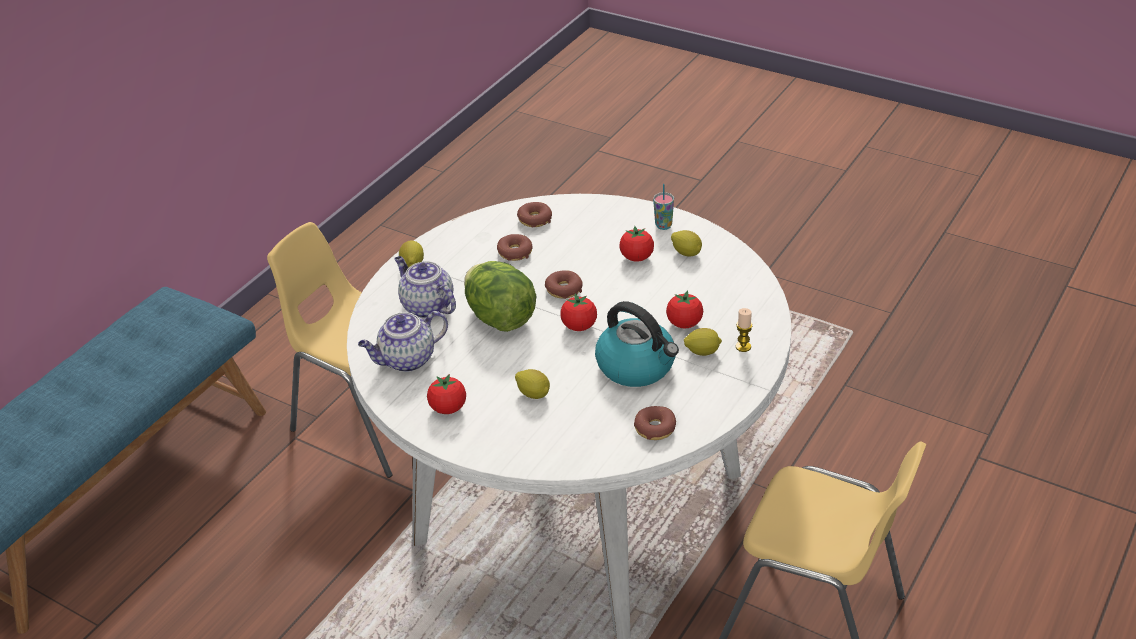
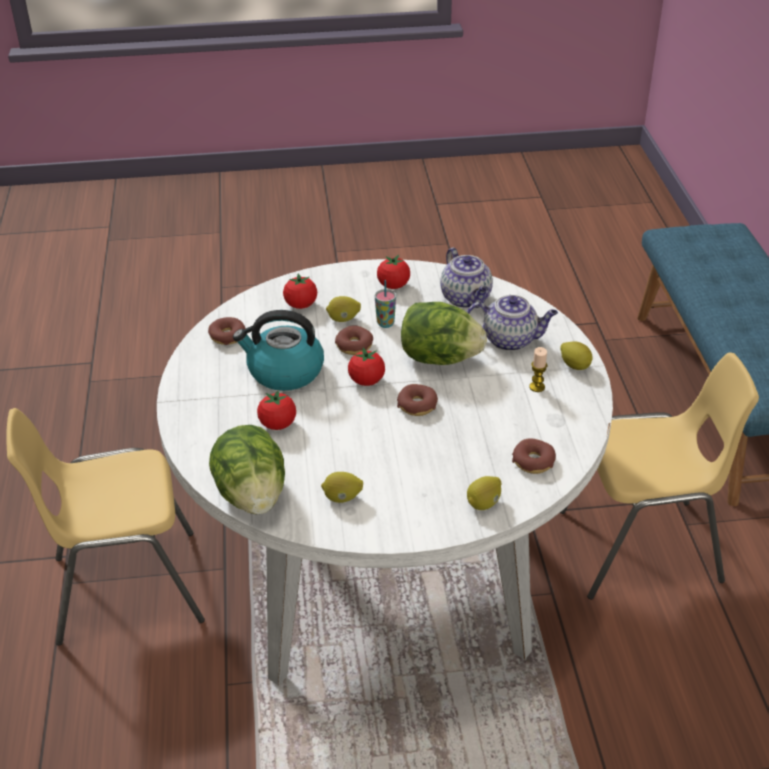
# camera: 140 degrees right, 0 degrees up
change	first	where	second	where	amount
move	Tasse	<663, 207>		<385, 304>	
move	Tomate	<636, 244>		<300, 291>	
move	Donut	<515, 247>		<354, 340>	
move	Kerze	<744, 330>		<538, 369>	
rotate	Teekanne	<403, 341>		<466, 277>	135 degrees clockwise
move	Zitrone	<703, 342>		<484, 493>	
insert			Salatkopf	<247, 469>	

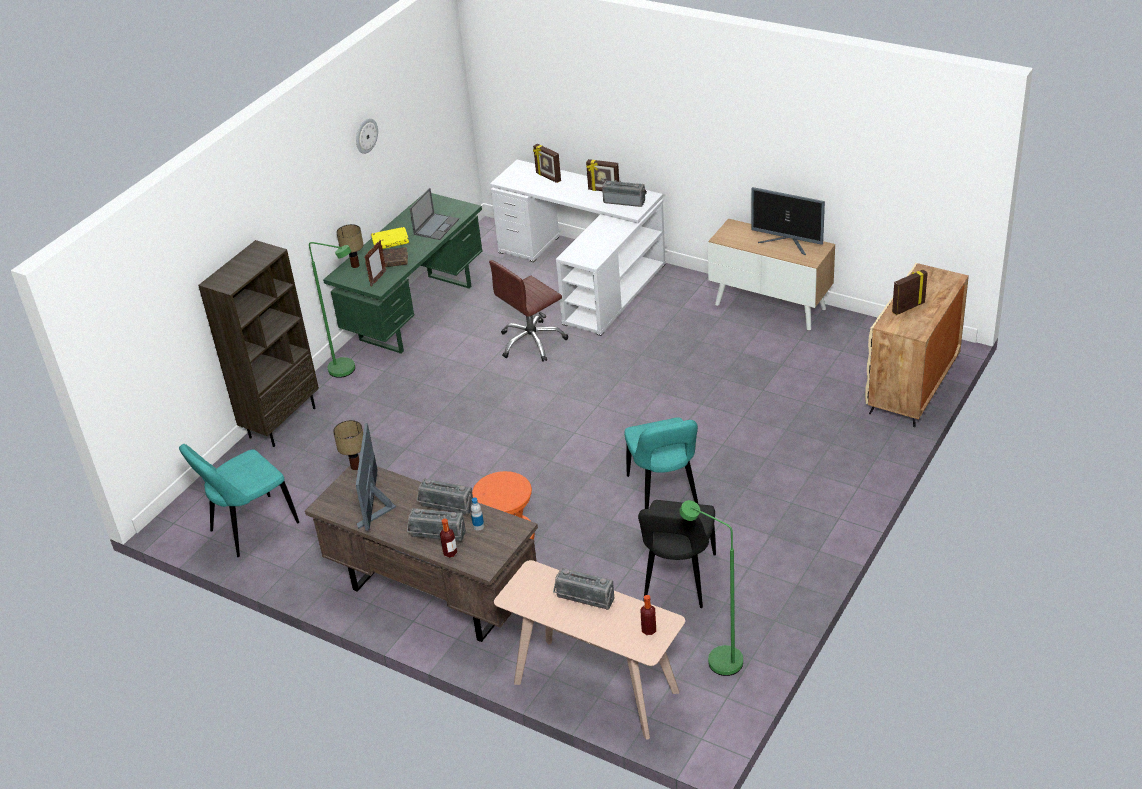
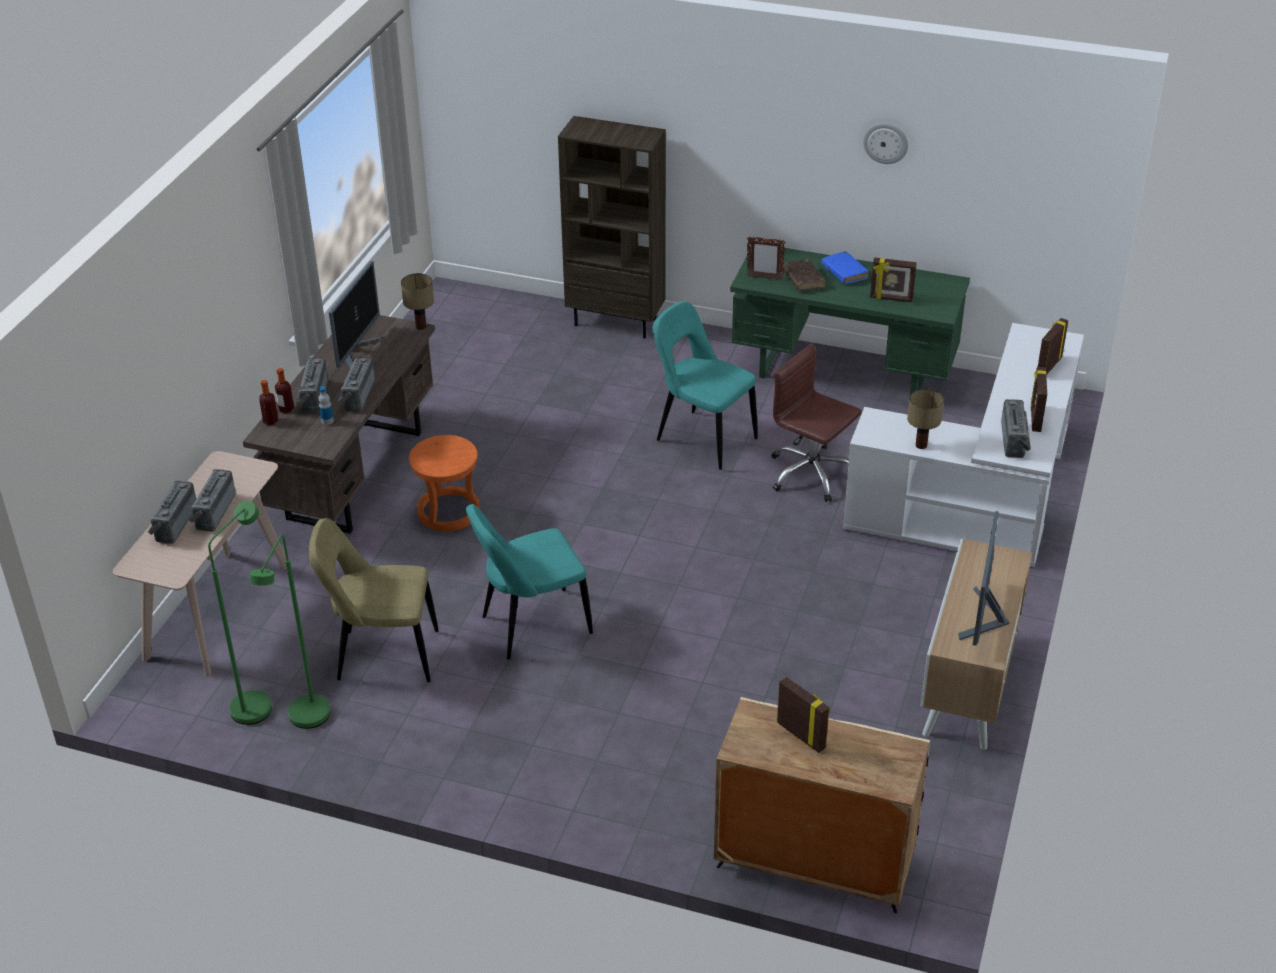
# camera: 75 degrees right, 0 degrees up
change	first	where	second	where	amount
replace	Laptop	<434, 214>	Bilderrahmen	<893, 280>	
move	Tischlampe	<350, 246>		<925, 419>	
recolor	Buch (gelb)	<390, 238>	Buch (blau)	<845, 267>	
move	Stehlampe (grün)	<332, 310>		<290, 631>	
rotate	Monitor	<376, 477>		<356, 315>	120 degrees clockwise
move	Stuhl (türkis)	<239, 500>		<705, 385>	
recolor	Stuhl (schwarz)	<677, 554>	Stuhl (beige)	<374, 600>	
move	Flasche	<648, 615>		<268, 402>	
insert			Radio	<172, 512>	

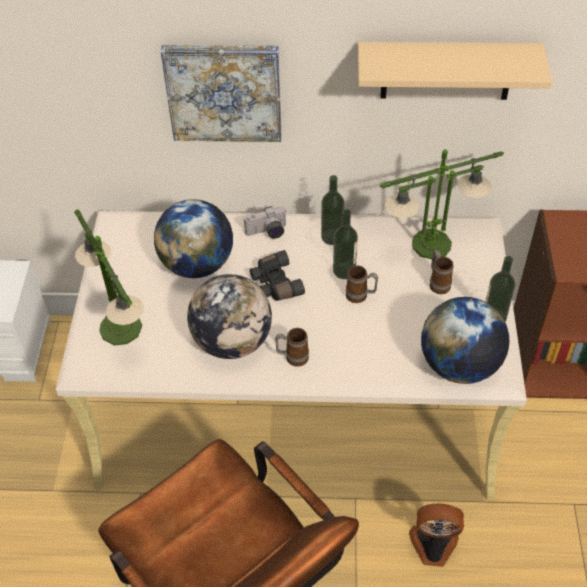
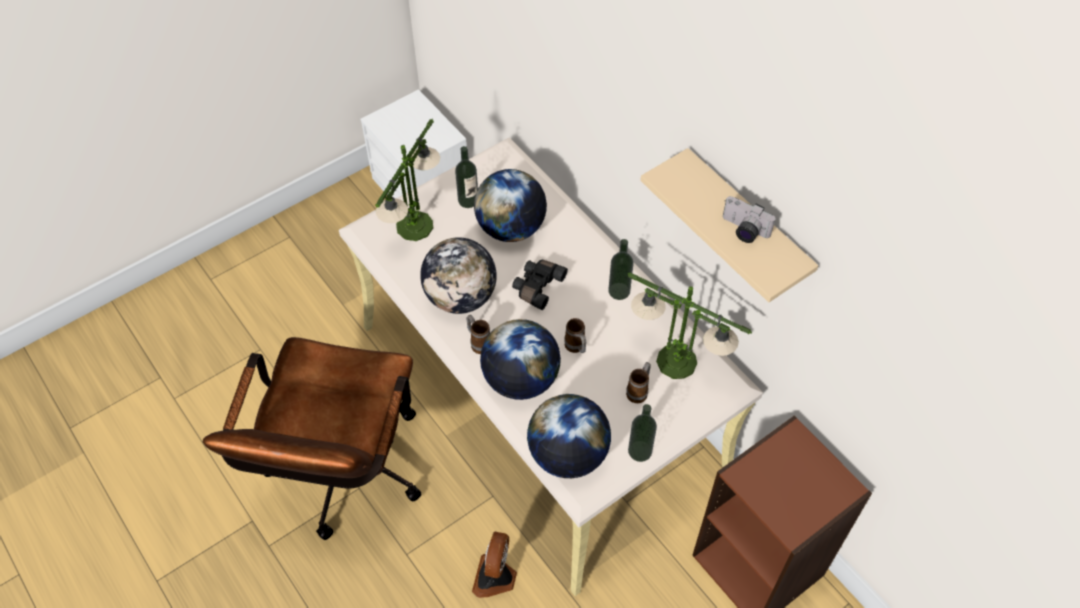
# camera: 50 degrees right, 5 degrees up
change	first	where	second	where	amount
delete	Bild	<220, 93>			
move	Kamera	<265, 222>		<749, 219>	
move	Flasche	<345, 244>		<466, 177>	
rotate	Ventilator	<436, 535>		<494, 565>	135 degrees counterclockwise
insert			Globus	<520, 359>	

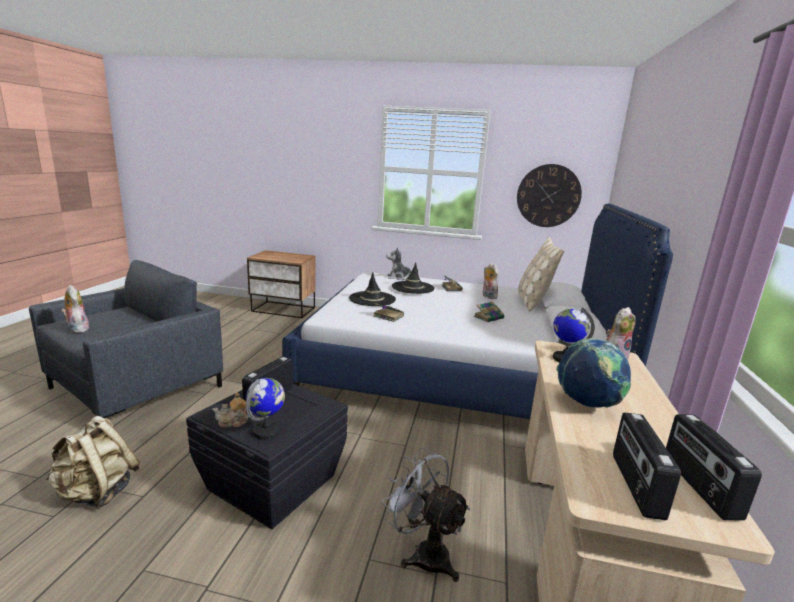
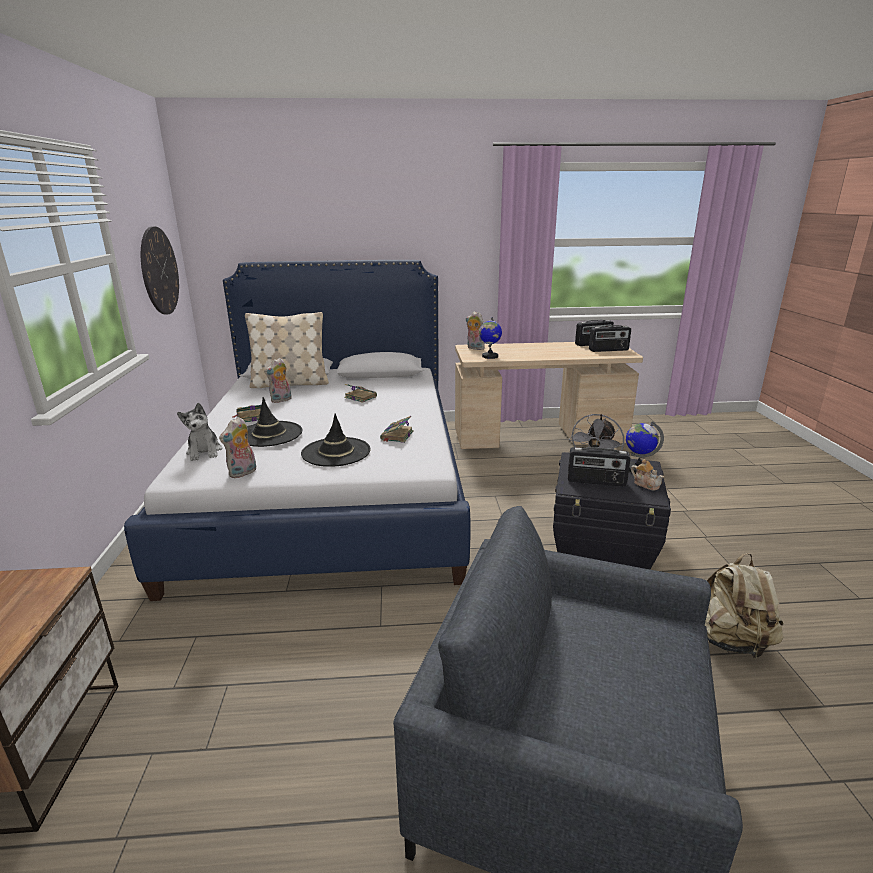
# camera: 105 degrees left, 5 degrees up
change	first	where	second	where	amount
move	Plüschtier	<75, 309>		<237, 447>	
delete	Globus	<593, 373>			

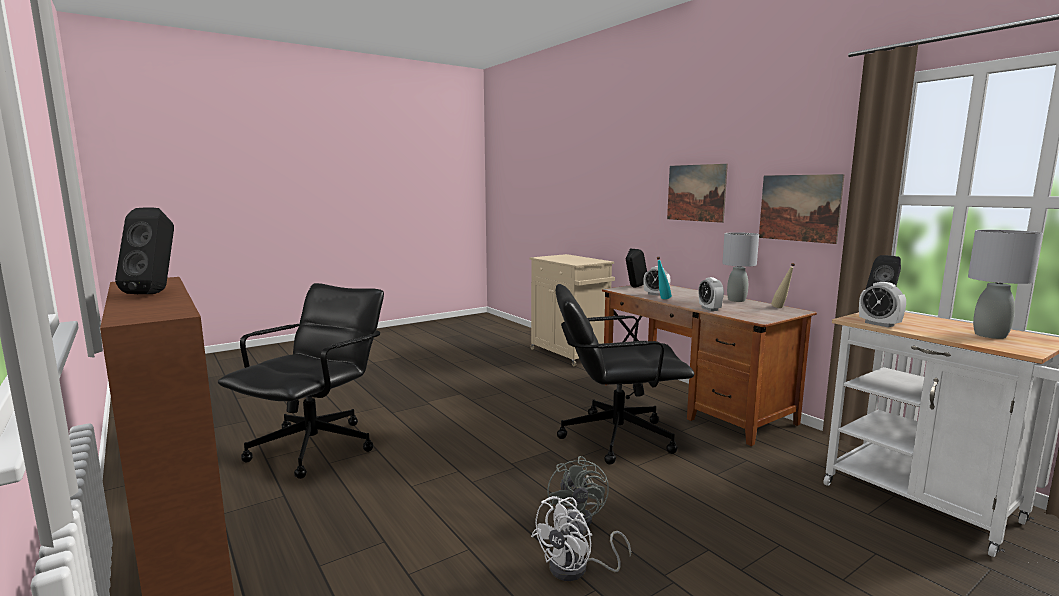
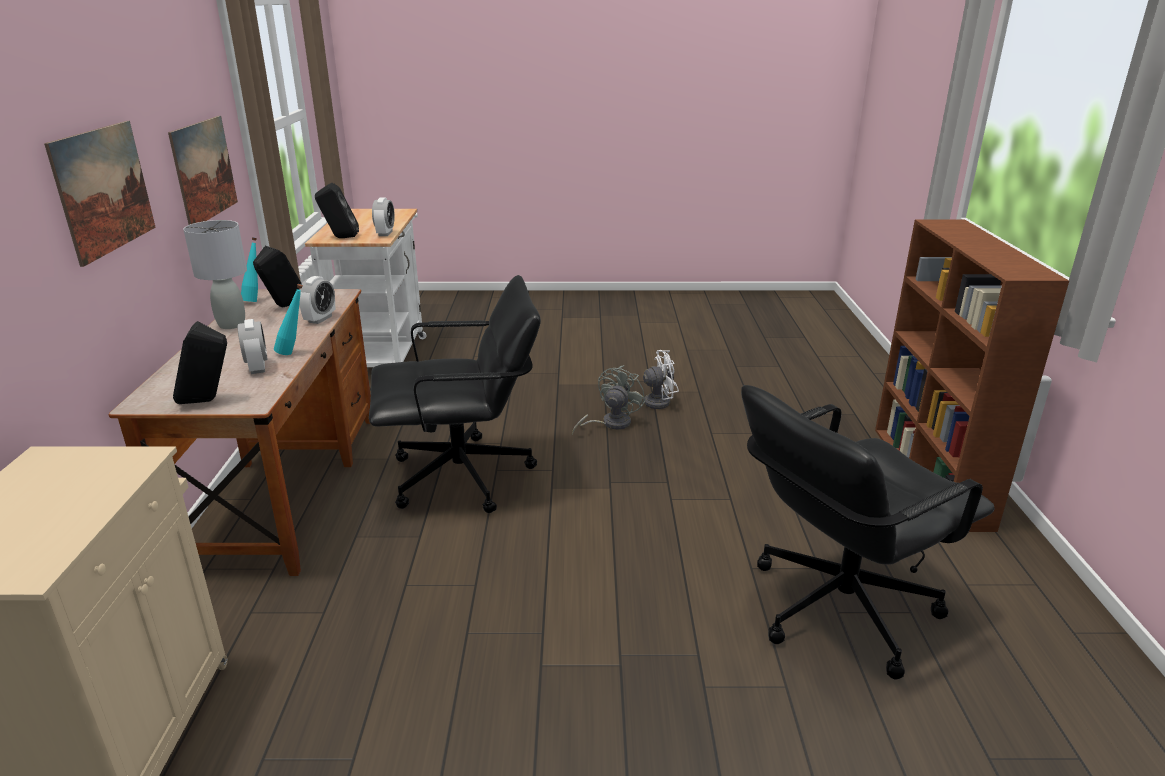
# camera: 145 degrees left, 15 degrees up
change	first	where	second	where	amount
move	Lautsprecher (schwarz)	<144, 250>		<277, 276>	
delete	Tischlampe (grau)	<1005, 284>			
recolor	Flasche (beige)	<783, 285>	Flasche (türkis)	<249, 270>	
rotate	Bürostuhl (schwarz)	<625, 374>		<455, 394>	45 degrees counterclockwise

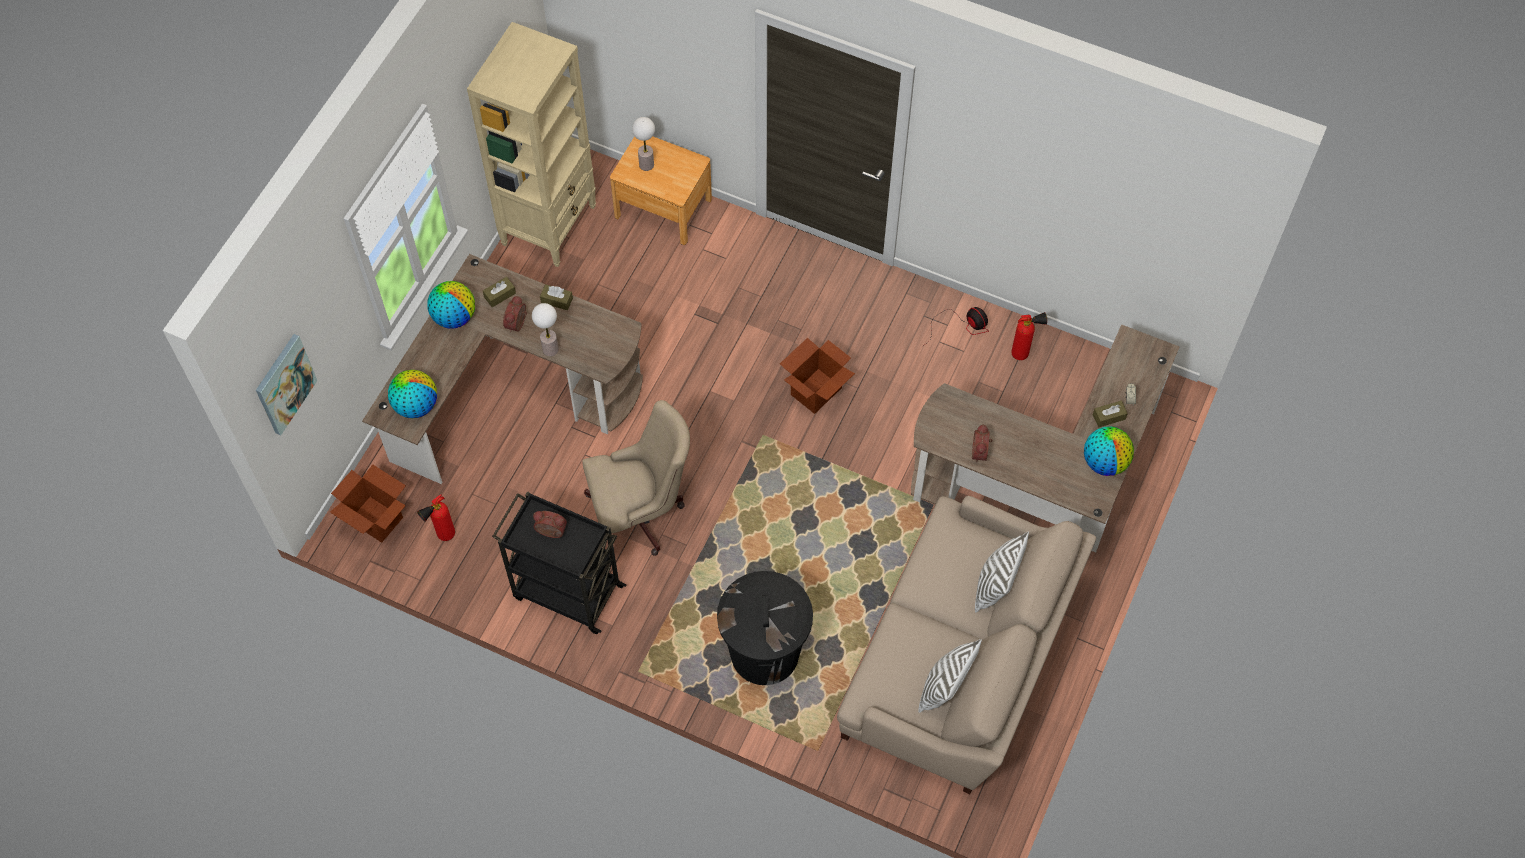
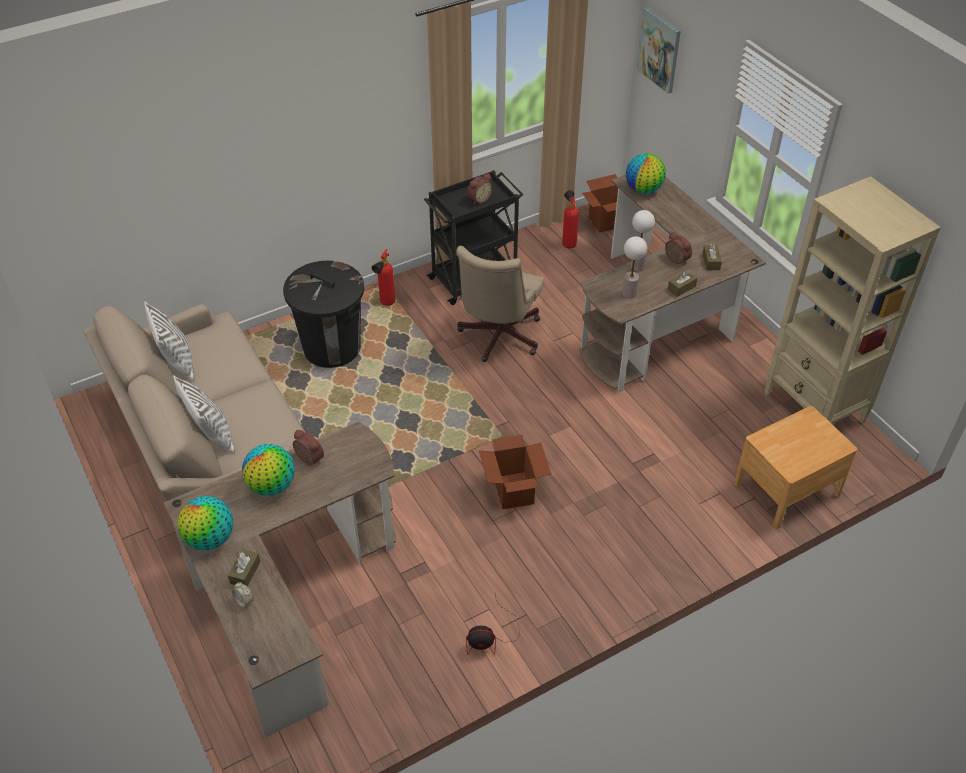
# camera: 125 degrees right, 15 degrees down
change	first	where	second	where	amount
move	Tischlampe	<643, 144>		<634, 267>	
move	Globus	<451, 305>		<268, 470>	
move	Feuerlöscher	<1029, 336>		<383, 277>	

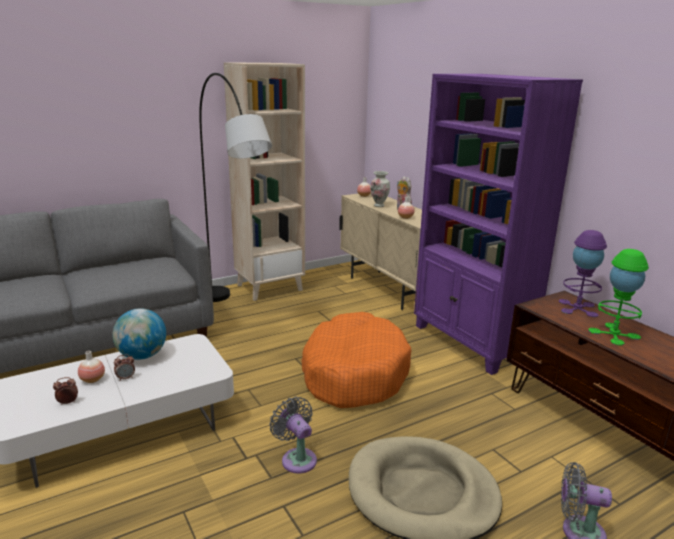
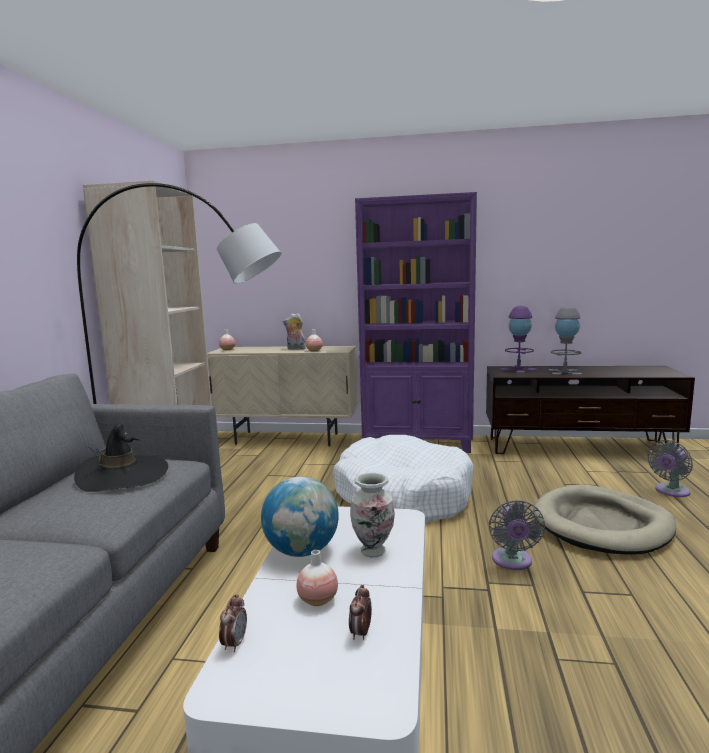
# camera: 50 degrees left, 10 degrees down
change	first	where	second	where	amount
move	Vase	<380, 189>		<372, 515>	
recolor	Tischlampe (grün)	<618, 297>	Tischlampe (grau)	<565, 340>	
recolor	Hundebett (orange)	<356, 360>	Hundebett (weiß)	<403, 479>	
move	Wecker	<124, 368>		<233, 623>	
rotate	Ventilator (grau)	<293, 435>		<517, 535>	90 degrees counterclockwise
insert			Hut (schwarz)	<121, 457>	

